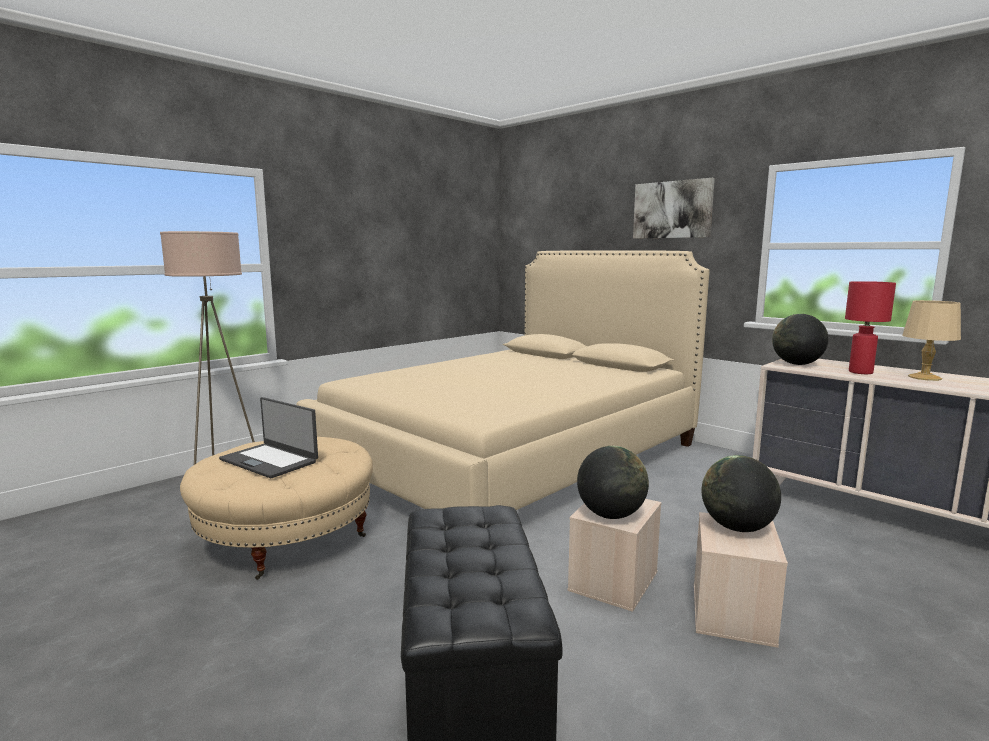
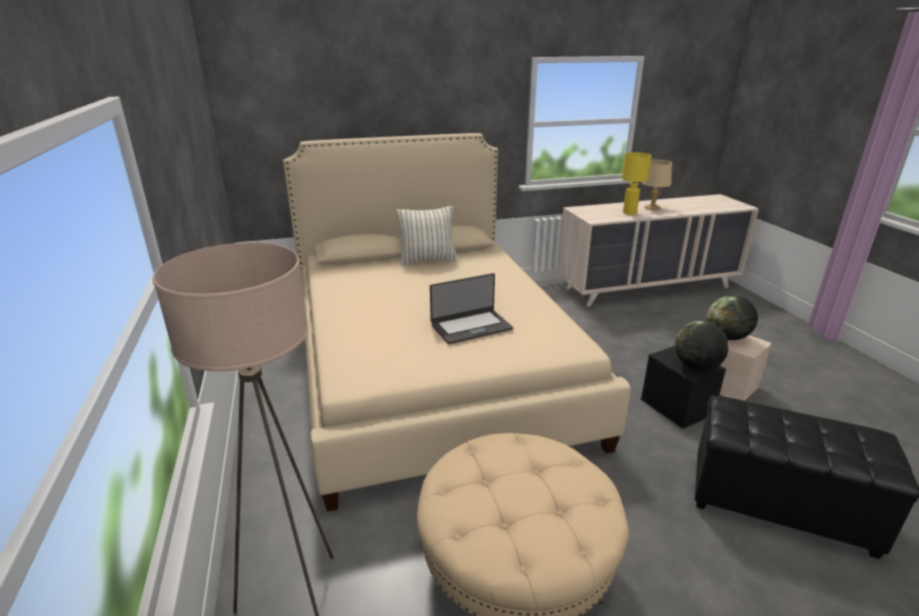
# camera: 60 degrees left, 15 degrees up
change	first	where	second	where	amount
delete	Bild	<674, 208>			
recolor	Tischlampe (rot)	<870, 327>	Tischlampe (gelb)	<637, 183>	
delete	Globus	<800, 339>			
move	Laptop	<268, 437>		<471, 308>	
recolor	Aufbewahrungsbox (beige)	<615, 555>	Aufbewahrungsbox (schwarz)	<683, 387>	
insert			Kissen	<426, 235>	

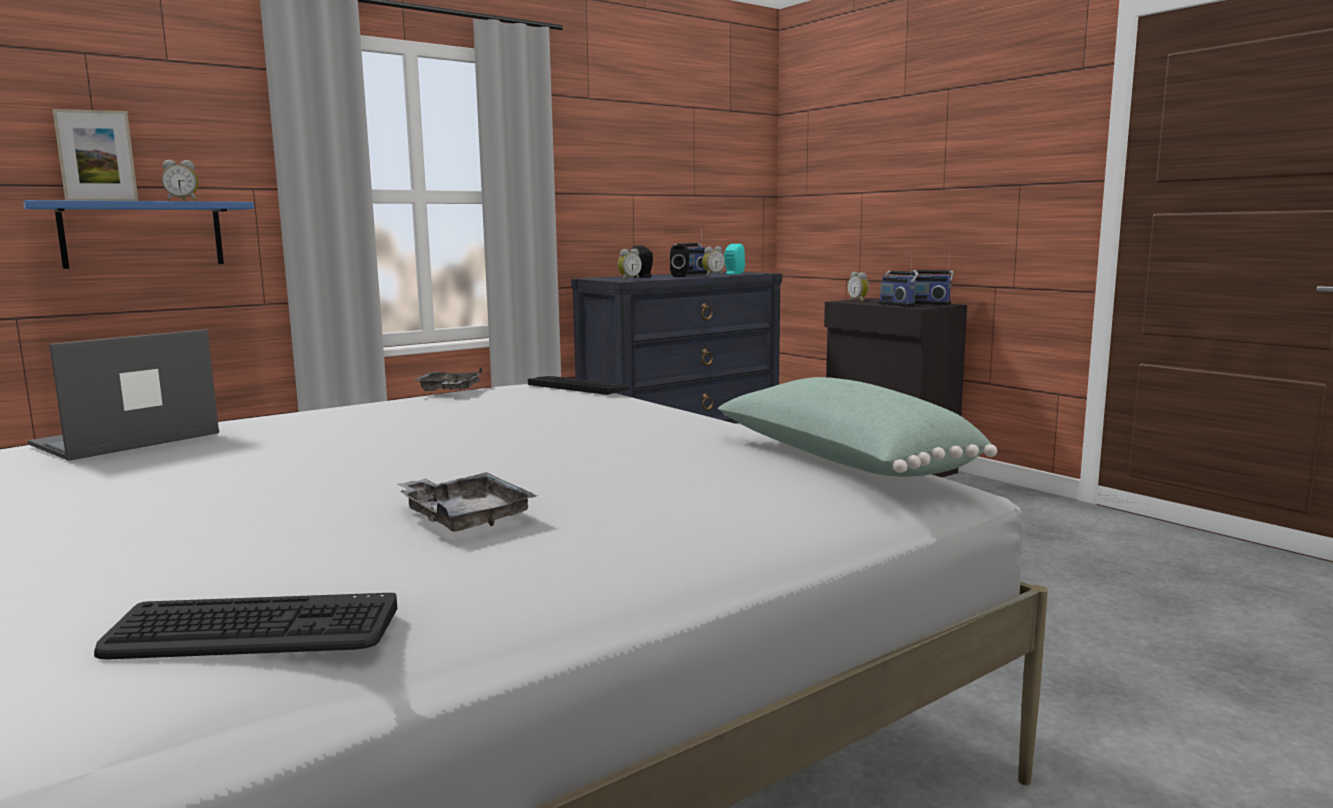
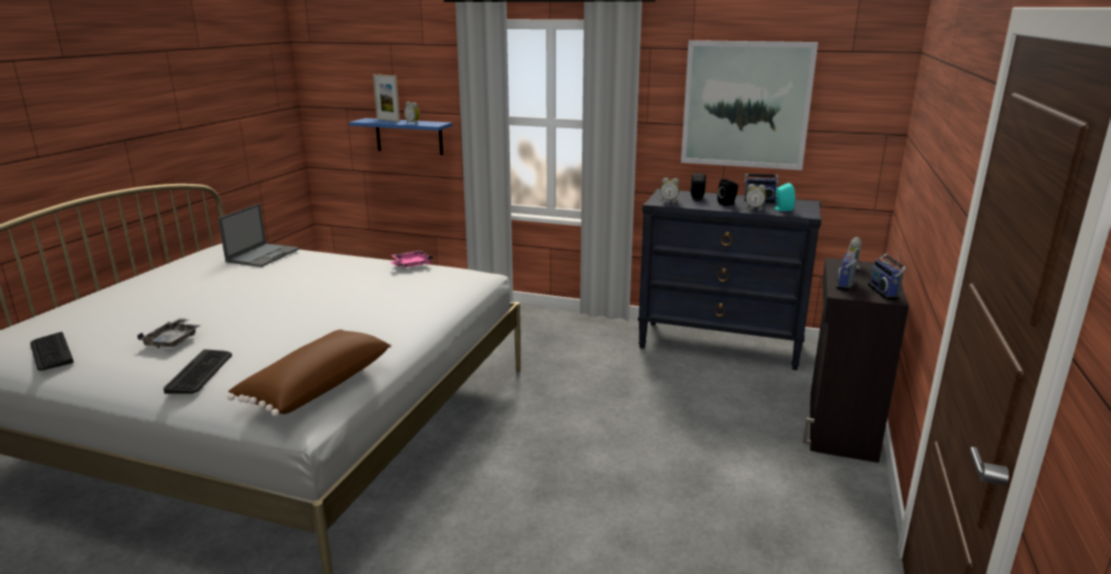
# camera: 55 degrees right, 10 degrees up
change	first	where	second	where	amount
rotate	Laptop	<123, 395>		<259, 235>	105 degrees clockwise
recolor	Tablett (grau)	<448, 379>	Tablett (rosa)	<411, 259>	
move	Tastatur	<578, 385>		<197, 371>	
recolor	Kissen (grün)	<857, 427>	Kissen (braun)	<309, 372>	
insert			Bild	<749, 105>	

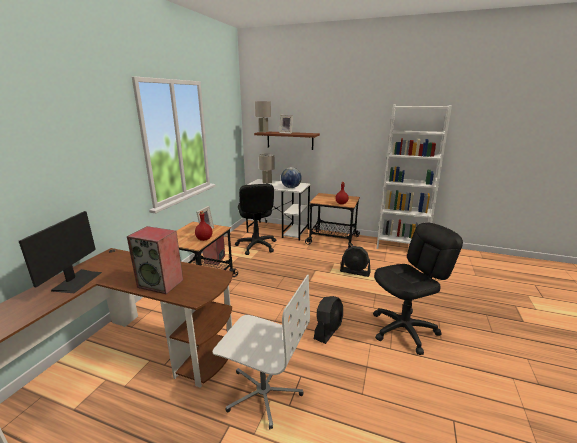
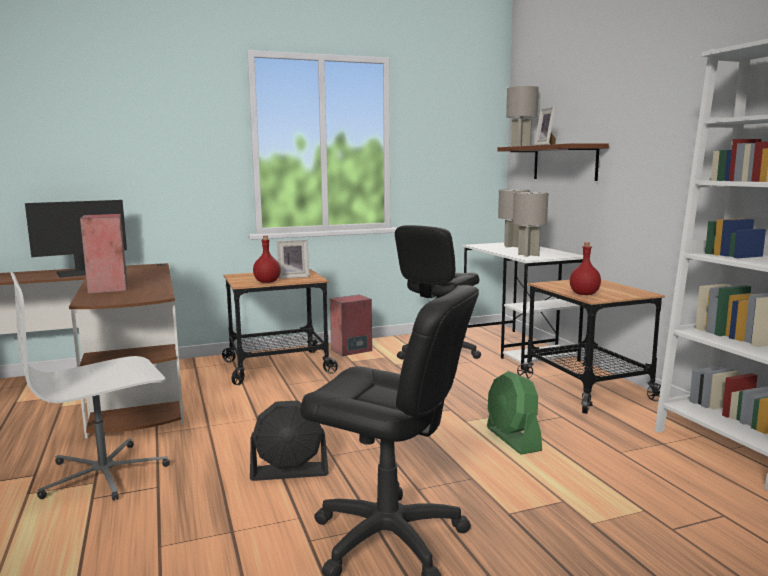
# camera: 50 degrees right, 10 degrees down
change	first	where	second	where	amount
replace	Globus	<291, 177>	Tischlampe (grau)	<530, 224>	
recolor	Ventilator (schwarz)	<355, 261>	Ventilator (grün)	<514, 412>	
rotate	Bürostuhl (weiß)	<261, 352>		<90, 386>	75 degrees clockwise

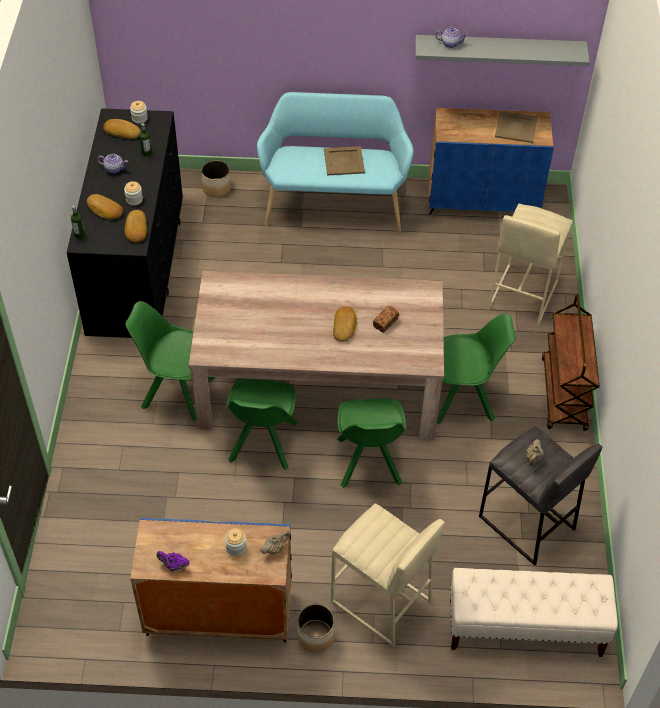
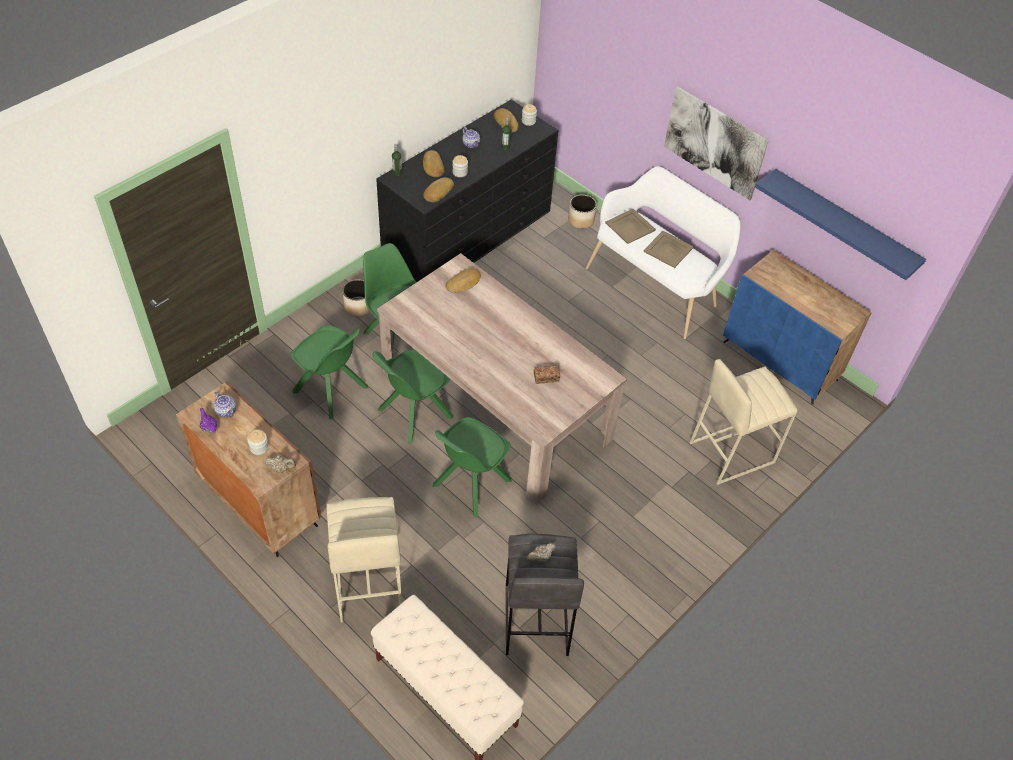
# camera: 40 degrees right, 0 degrees up
change	first	where	second	where	amount
move	Teekanne	<451, 38>		<225, 404>	
recolor	Wandregal (grau)	<502, 50>	Wandregal (blau)	<840, 224>	
recolor	Bank (türkis)	<335, 162>	Bank (weiß)	<663, 252>	
move	Tablett (beige)	<516, 127>		<630, 226>	
delete	Rollwagen (braun)	<571, 363>			
move	Brot	<345, 324>		<463, 280>	
move	Stuhl (grün)	<476, 368>		<329, 372>	
recolor	Schrank (blau)	<211, 580>	Schrank (braun)	<248, 469>	
move	Pflanzkübel	<316, 628>		<356, 298>	
insert			Bild	<716, 143>	

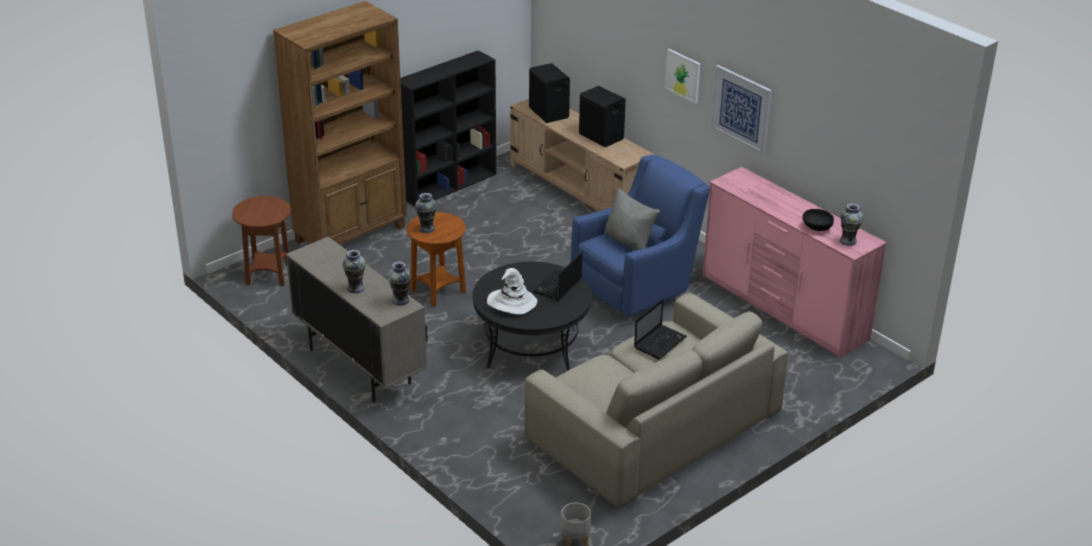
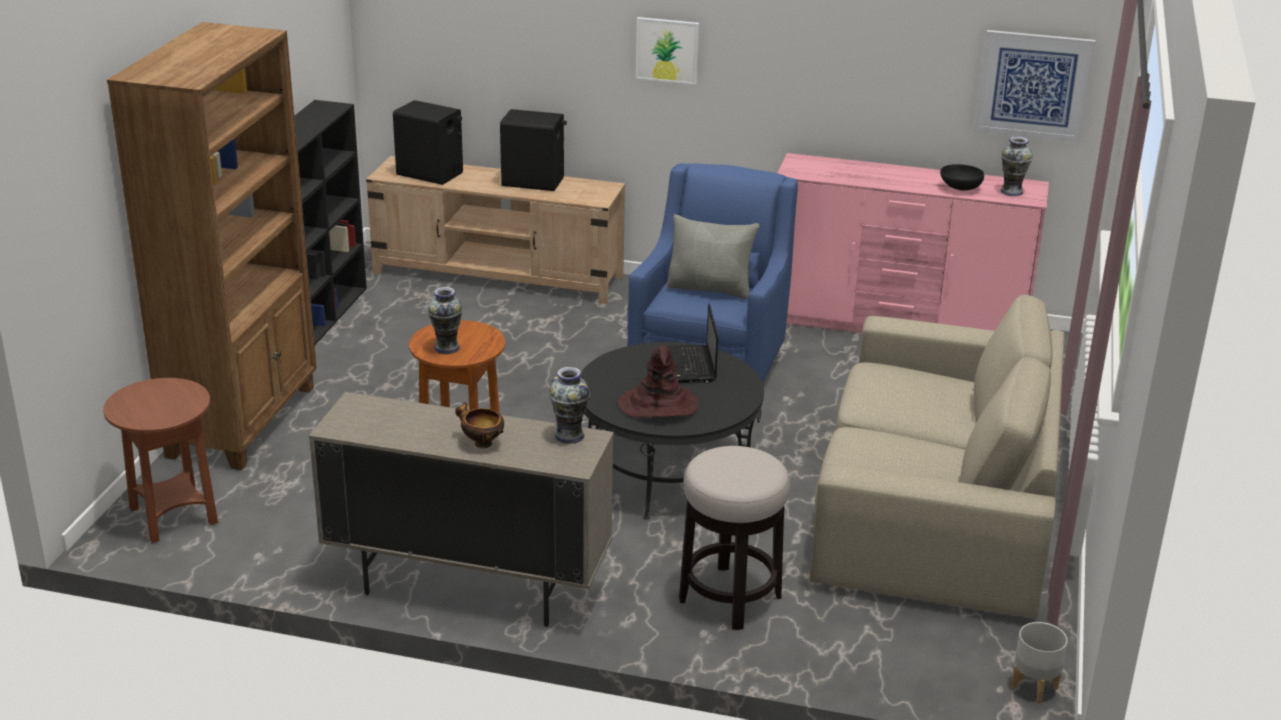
# camera: 35 degrees left, 5 degrees down
change	first	where	second	where	amount
move	Bild	<741, 110>		<1035, 86>	
replace	Vase	<354, 271>	Schüssel	<479, 425>	
recolor	Hut (weiß)	<512, 291>	Hut (braun)	<658, 382>	
delete	Laptop	<660, 329>			
insert			Hocker	<734, 538>	

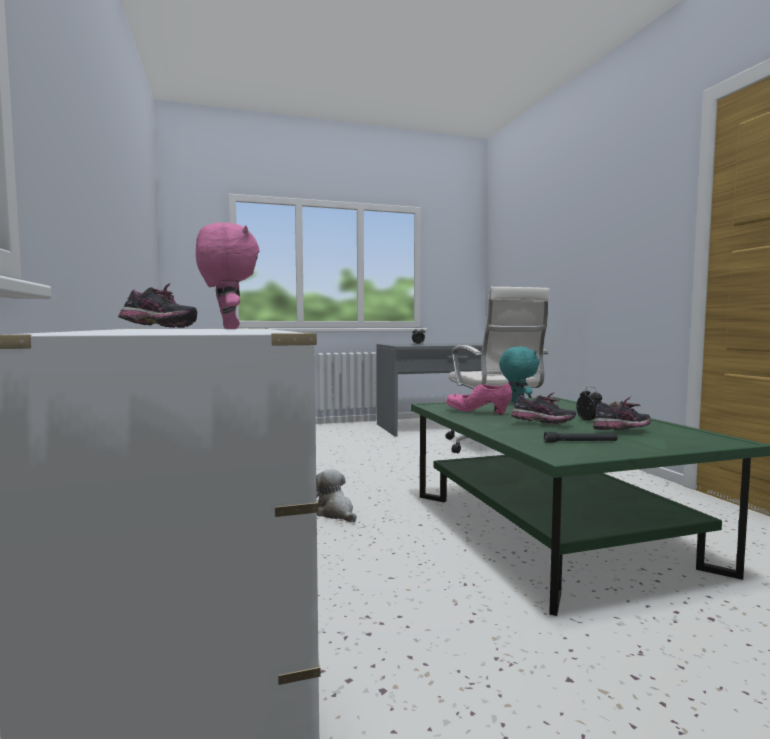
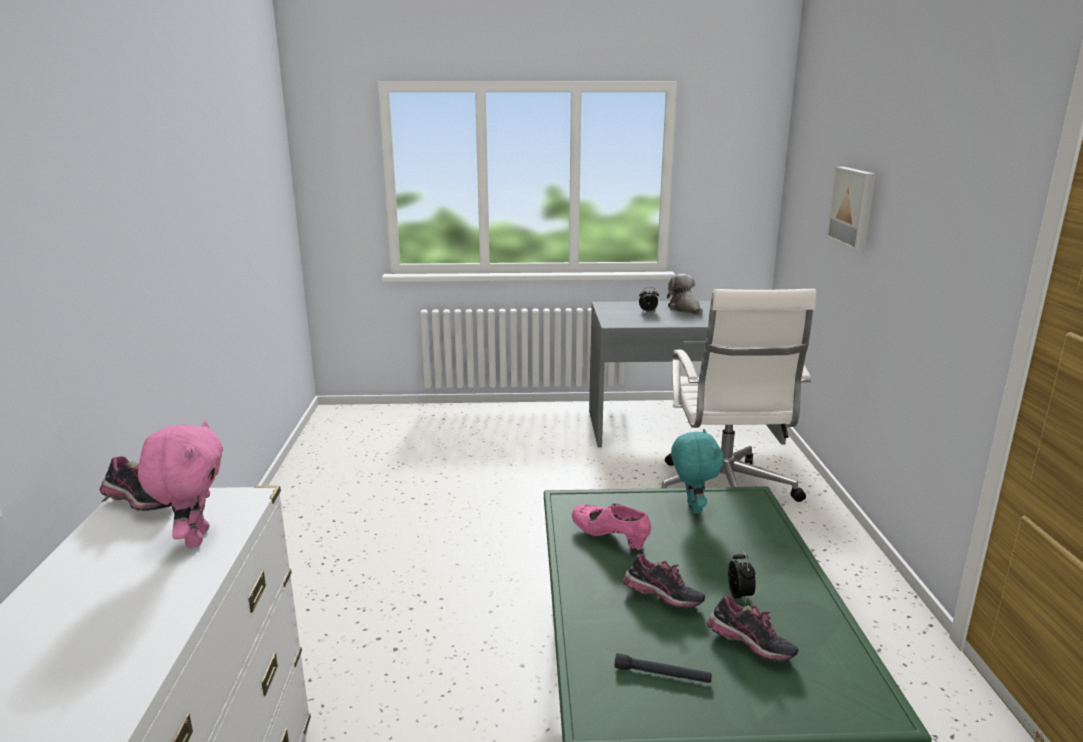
# camera: 15 degrees right, 15 degrees up
change	first	where	second	where	amount
rotate	Schuh	<622, 413>		<753, 628>	45 degrees clockwise
move	Plüschtier	<336, 495>		<685, 294>	
insert			Bild	<851, 209>	

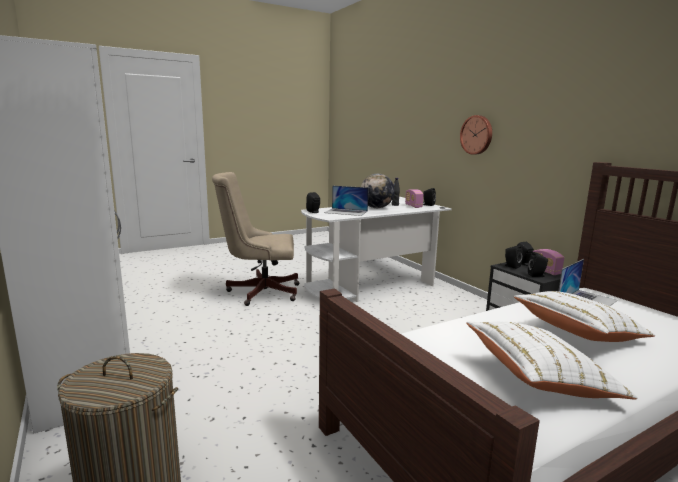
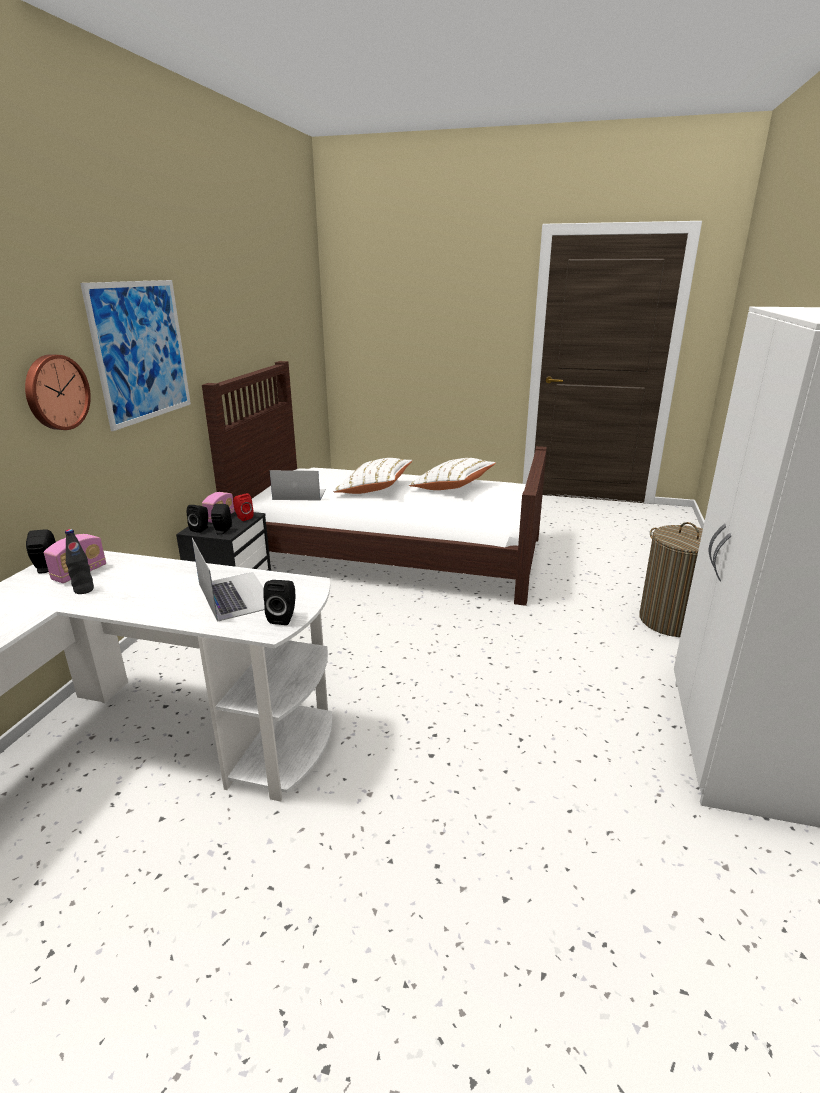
# camera: 135 degrees left, 10 degrees up
change	first	where	second	where	amount
delete	Bürostuhl (beige)	<255, 239>			
delete	Globus	<378, 191>			
recolor	Lautsprecher (schwarz)	<538, 264>	Lautsprecher (rot)	<243, 507>	
insert			Bild	<135, 355>	

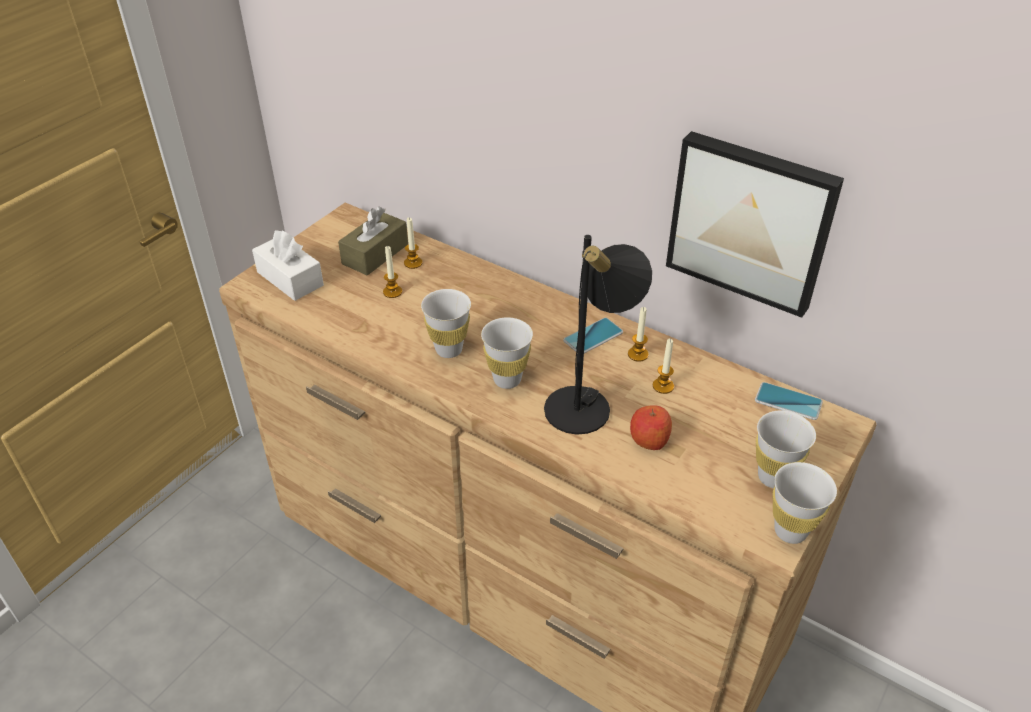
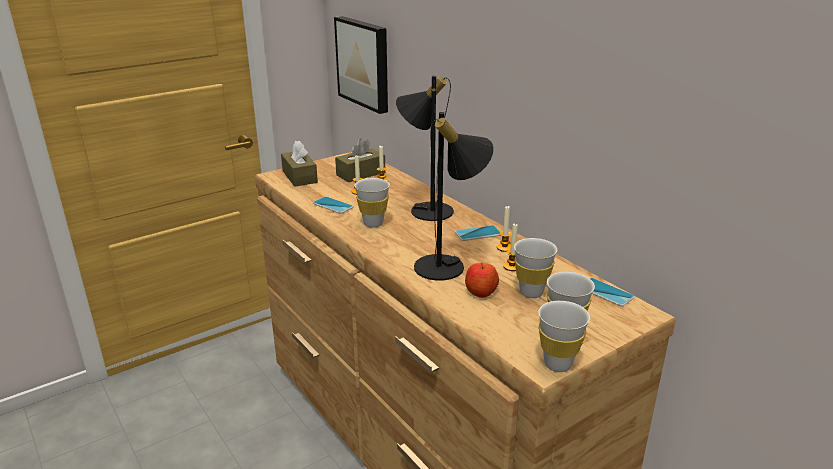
# camera: 20 degrees right, 15 degrees down
change	first	where	second	where	amount
move	Bild	<755, 224>		<361, 65>	
recolor	Taschentuchbox (weiß)	<288, 265>	Taschentuchbox (braun)	<299, 163>	
move	Tasse (weiß)	<507, 353>		<535, 268>	
insert			Tischlampe (schwarz)	<425, 148>	
insert			Handy	<333, 205>	

